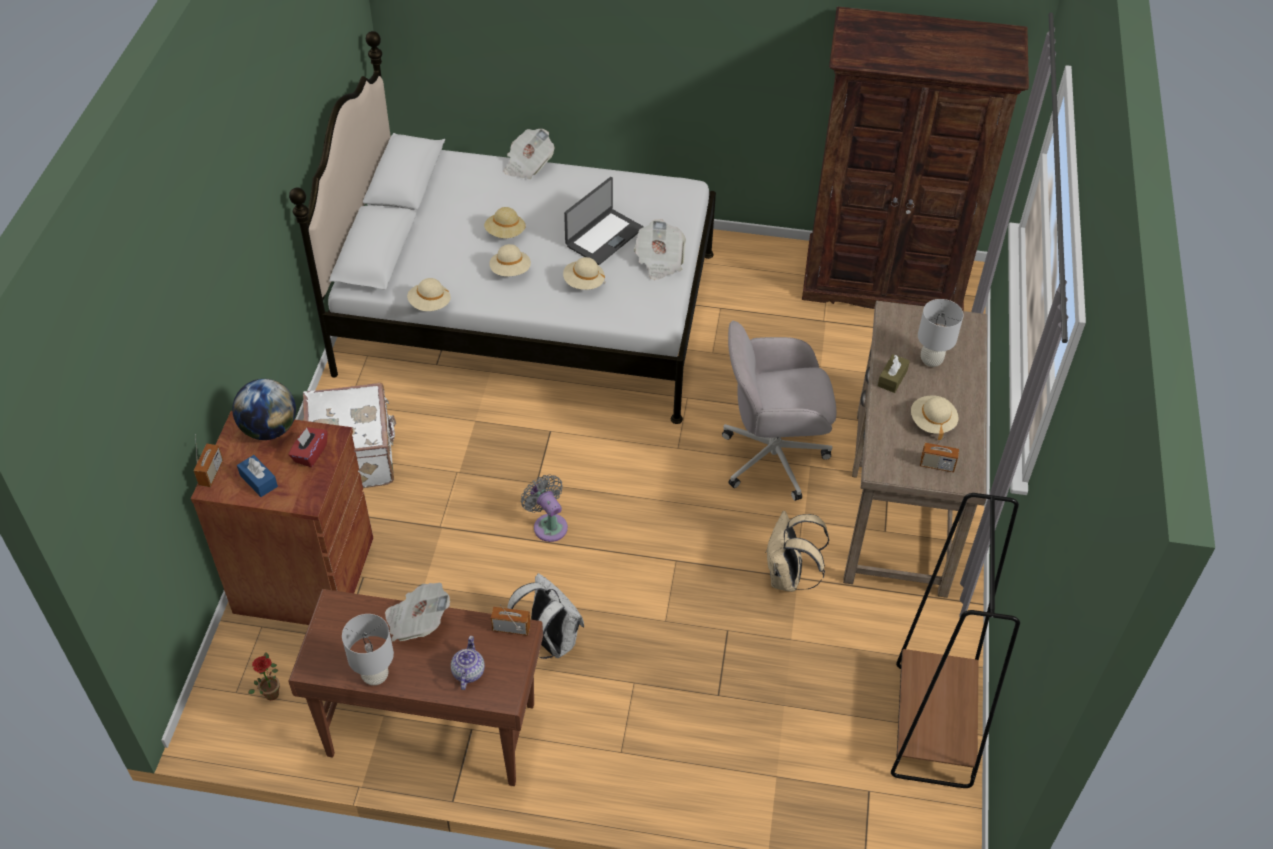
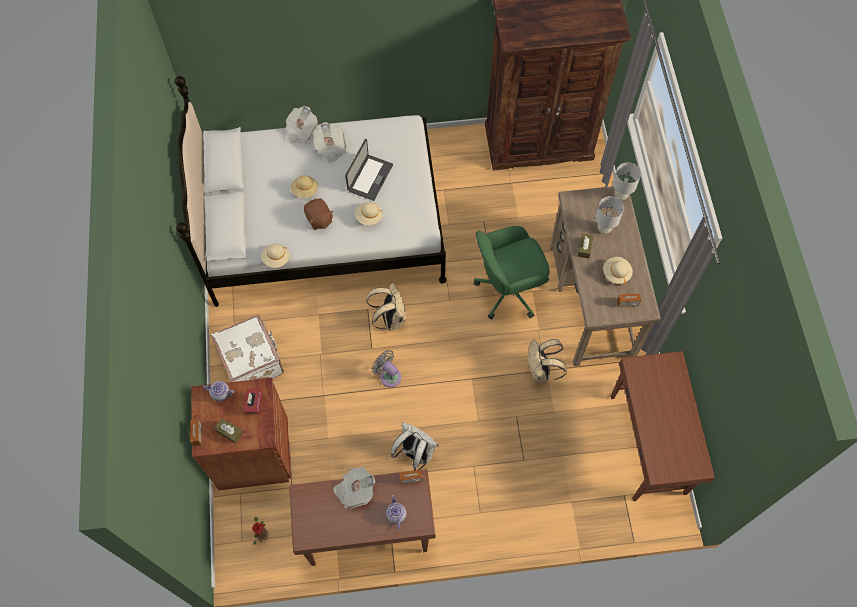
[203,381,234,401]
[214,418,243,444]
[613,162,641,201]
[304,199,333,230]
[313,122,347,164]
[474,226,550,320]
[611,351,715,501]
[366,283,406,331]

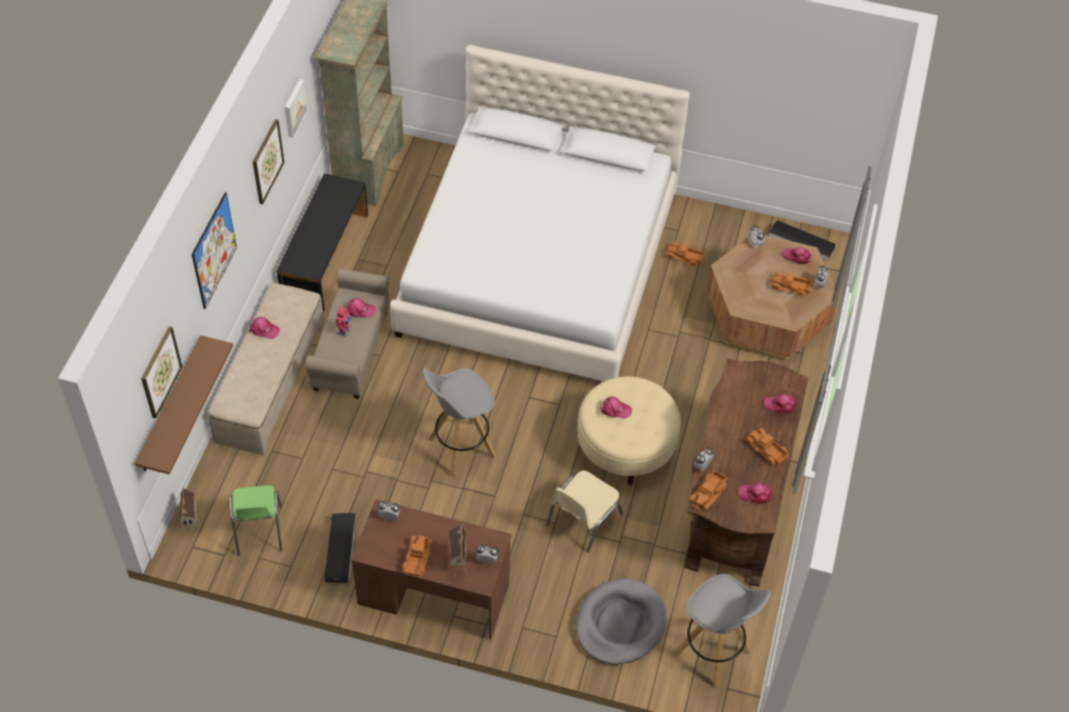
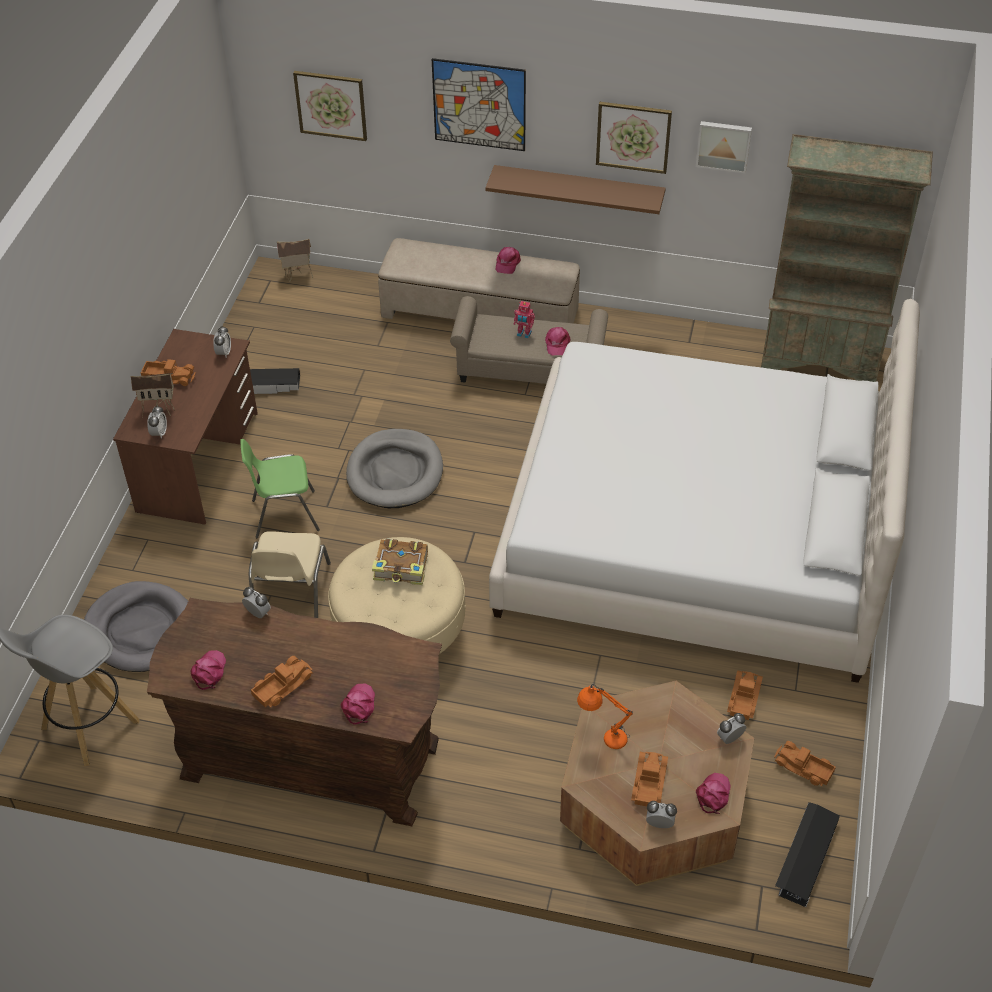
[485,165,666,214]
[241,439,320,538]
[276,173,368,313] (first image)
[346,429,443,508]
[249,531,331,618]
[372,539,428,585]
[774,741,836,786]
[577,684,633,749]

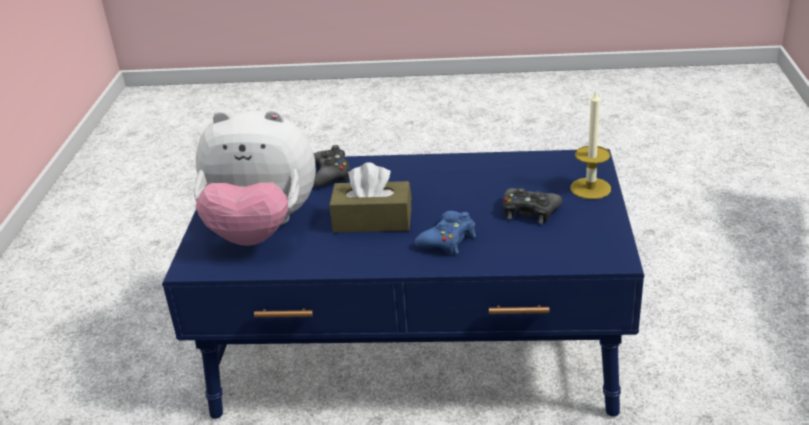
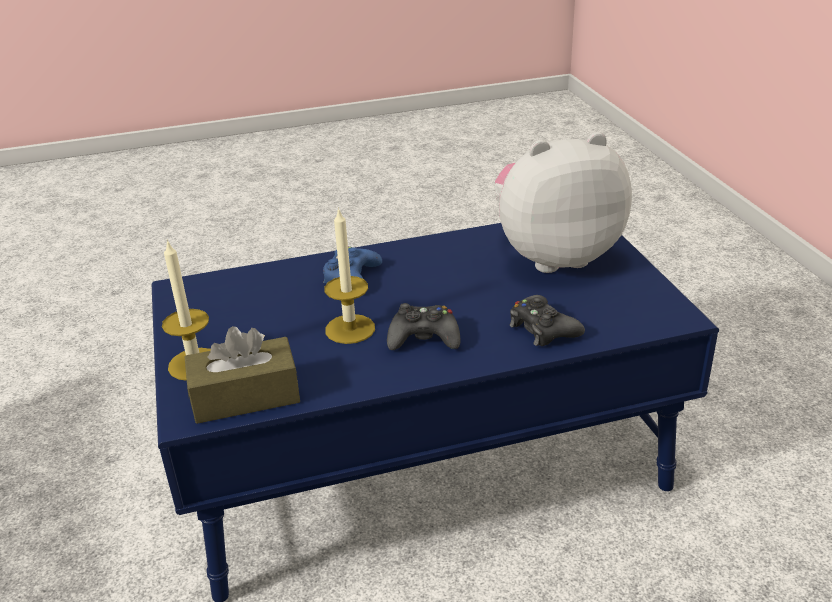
[185,326,300,424]
[387,303,460,350]
[325,207,375,344]

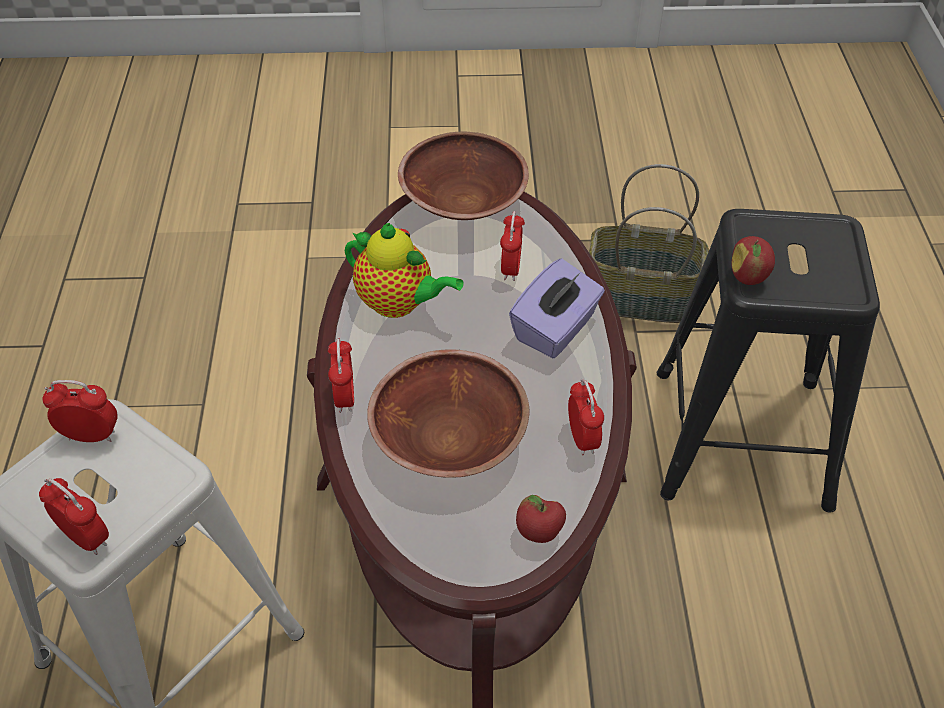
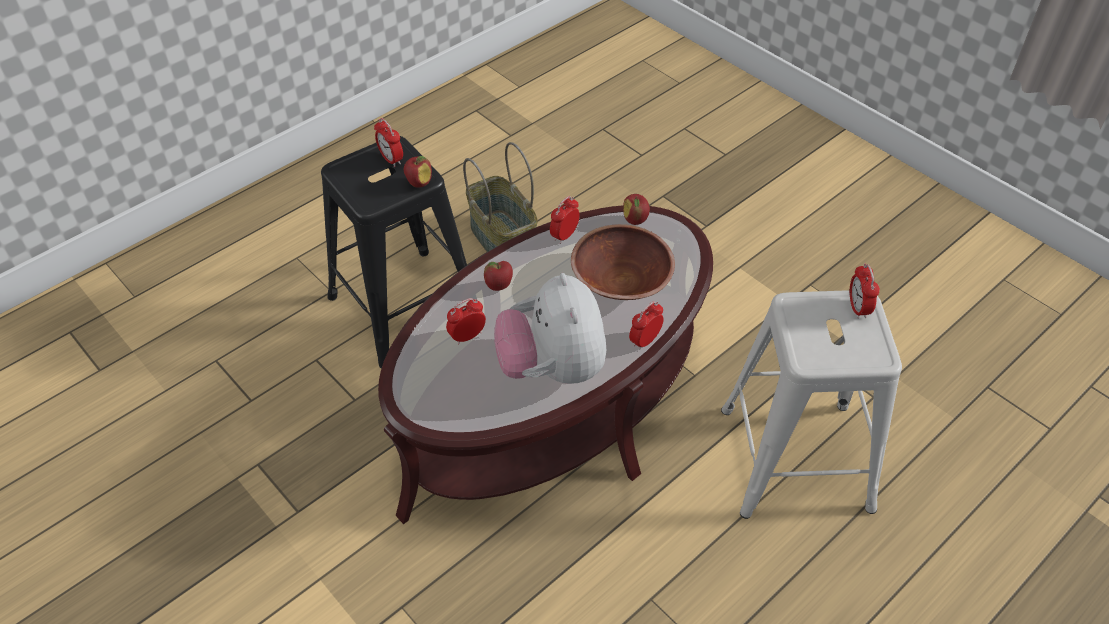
[374,118,403,167]
[494,273,606,384]
[398,131,529,220] (first image)
[484,261,513,291]
[463,142,538,252]

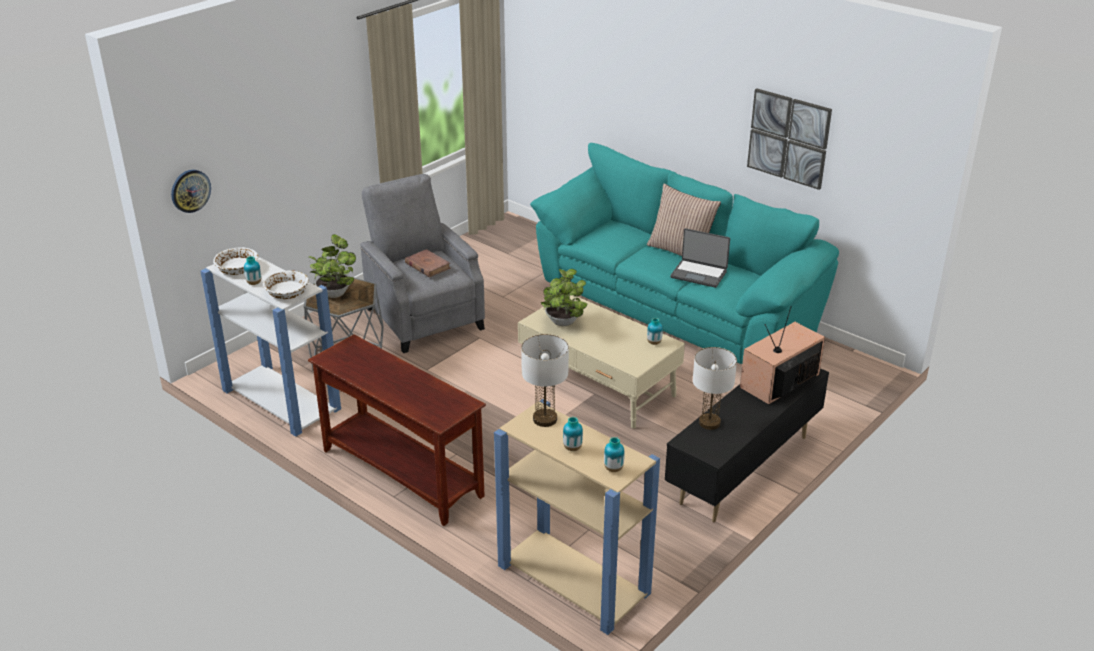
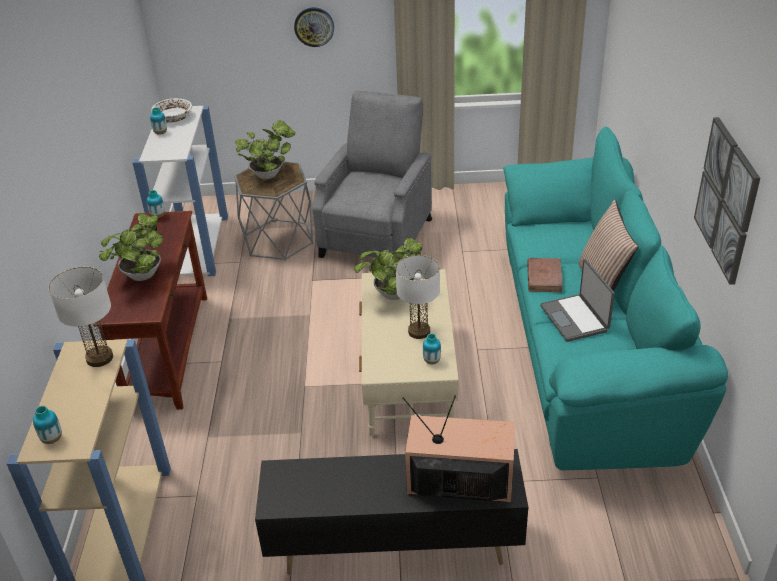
[294,7,334,47]
[263,271,309,299] (first image)
[527,258,563,292]
[147,190,165,218]
[396,255,440,339]
[99,213,163,281]

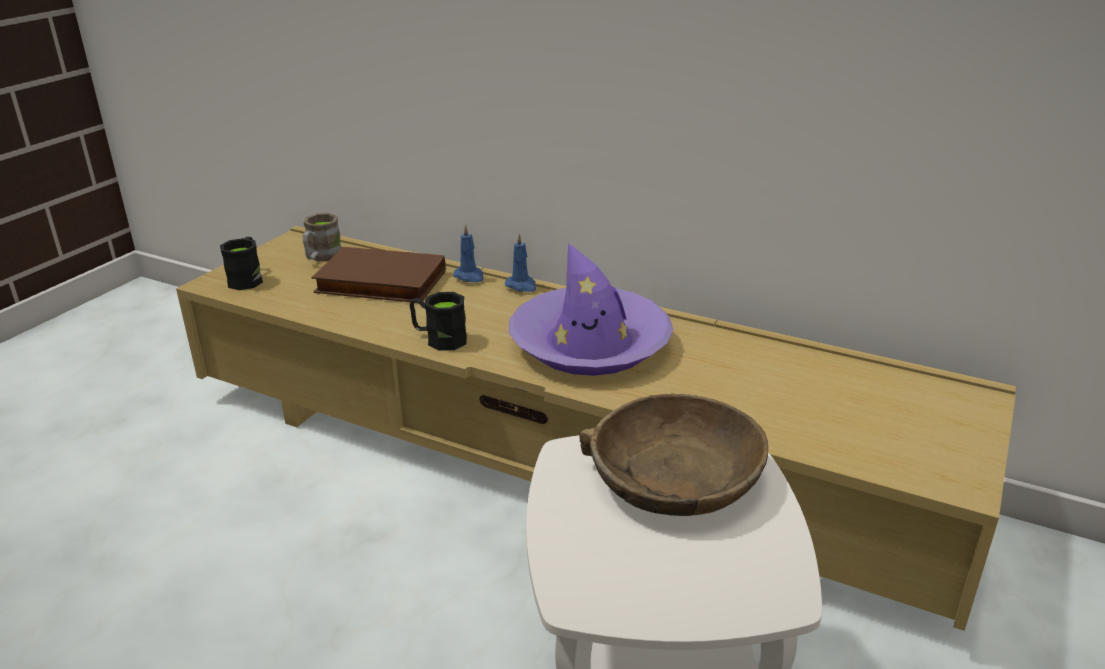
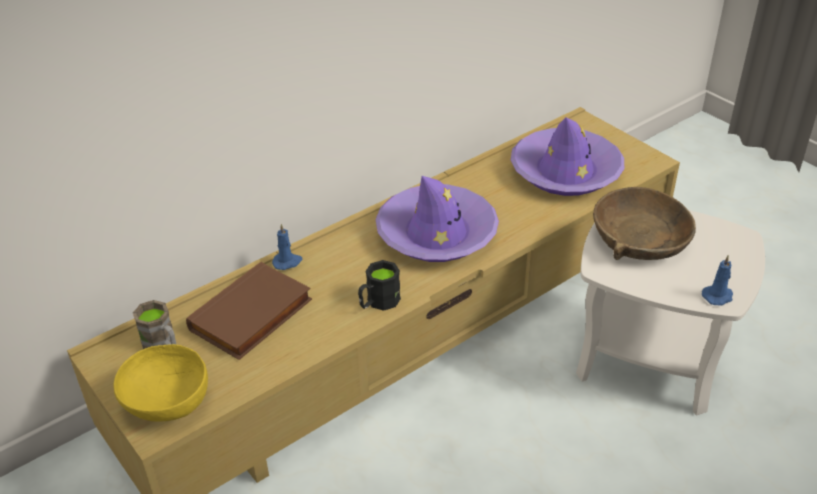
[113,344,208,422]
[702,255,733,306]
[511,117,624,196]

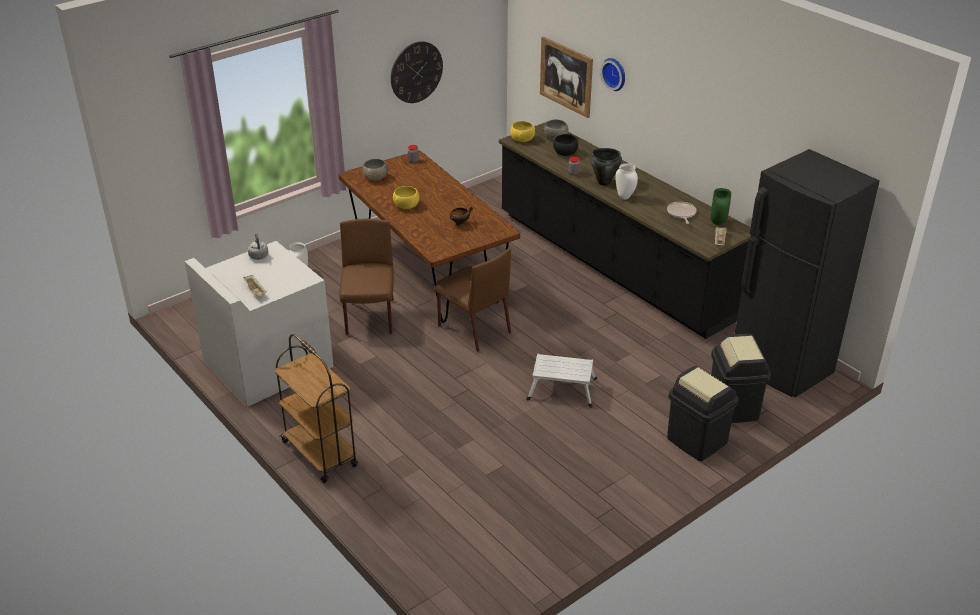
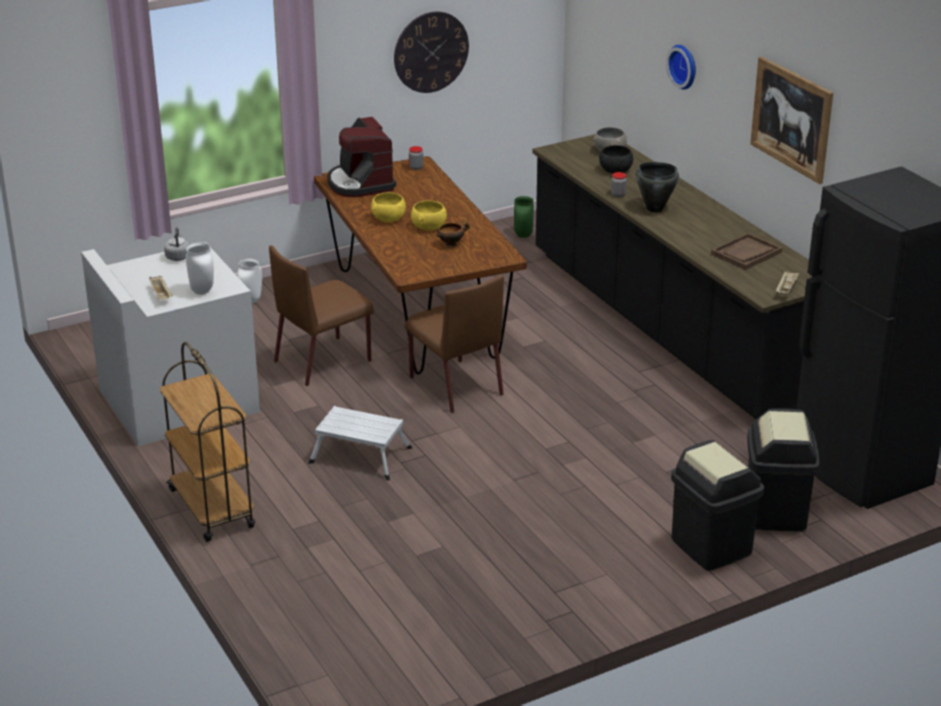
[269,245,374,386]
[327,117,396,197]
[411,201,447,230]
[308,406,412,481]
[750,56,833,184]
[186,243,214,295]
[711,233,782,270]
[514,196,534,238]

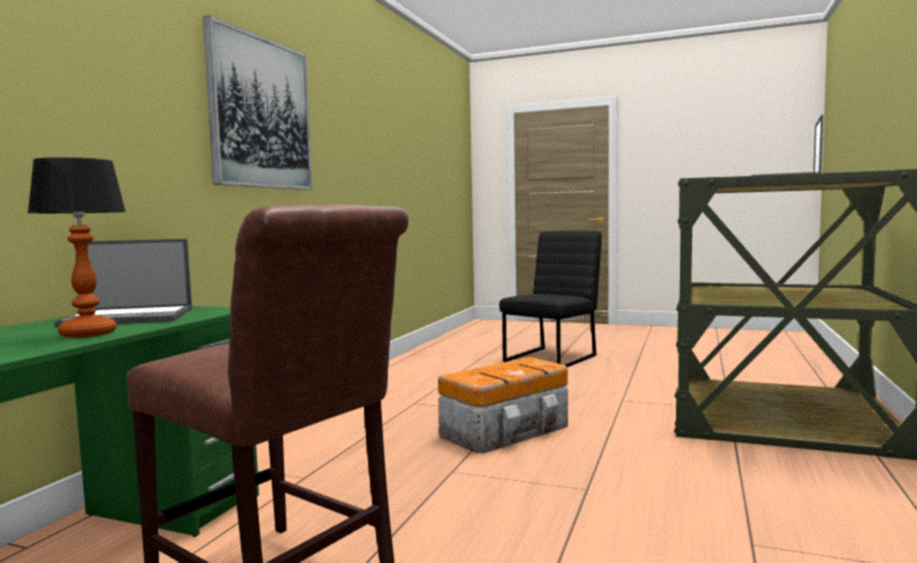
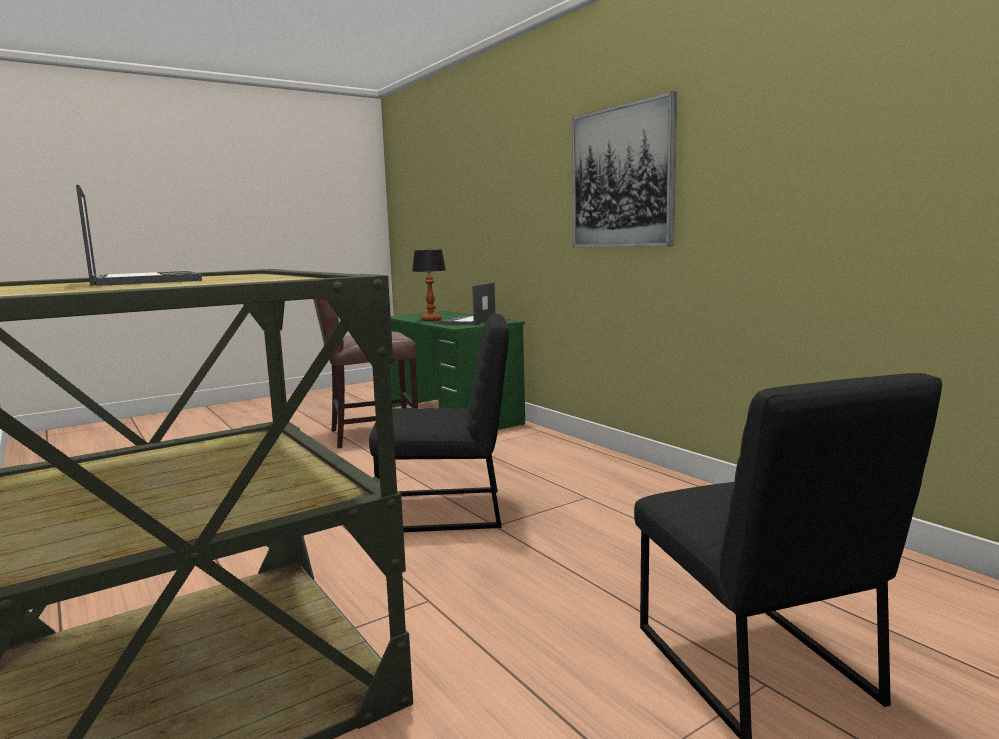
[369,313,509,532]

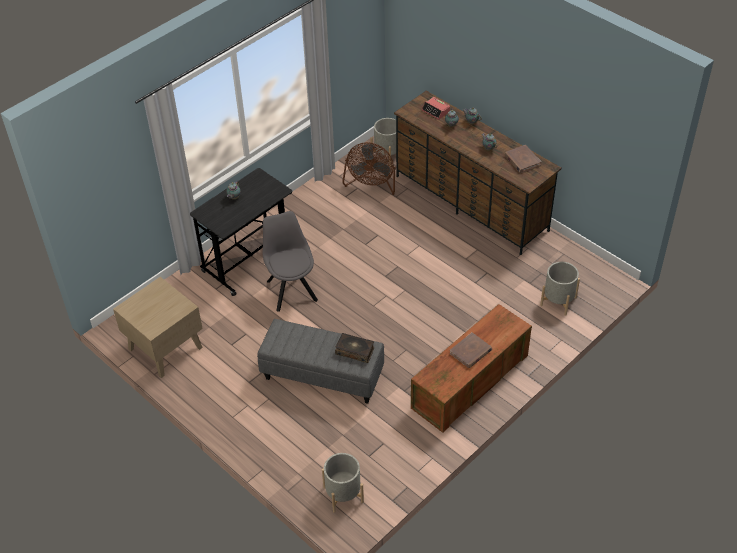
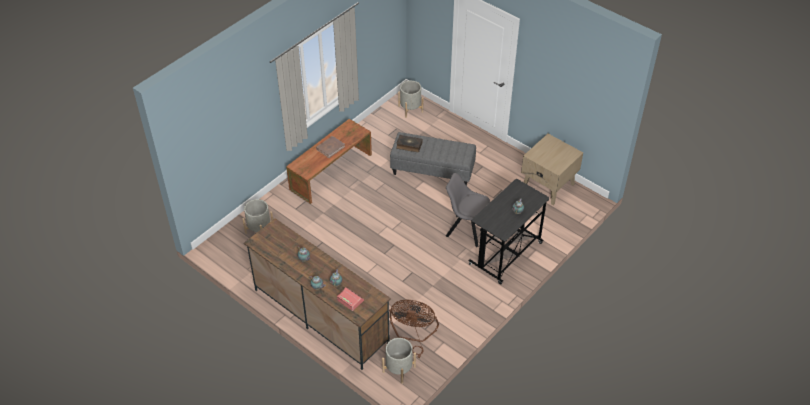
[446,173,490,247]
[505,145,541,173] (first image)

